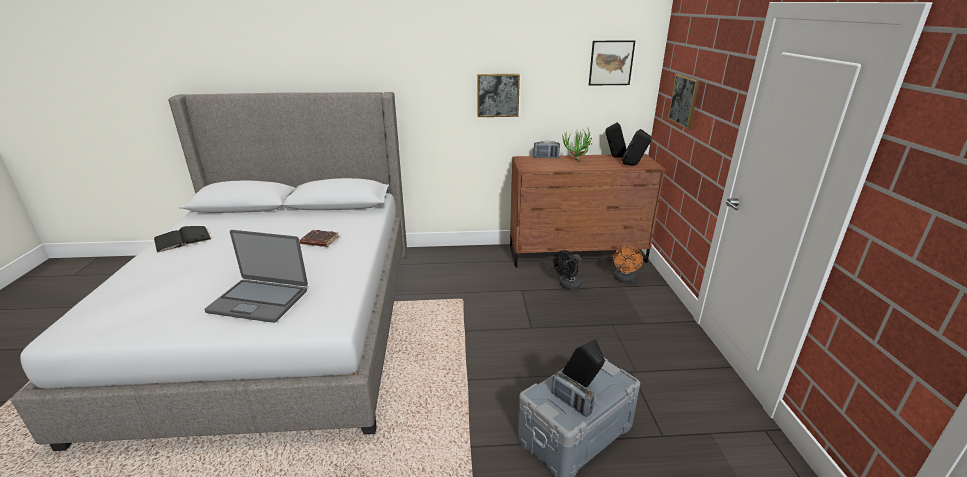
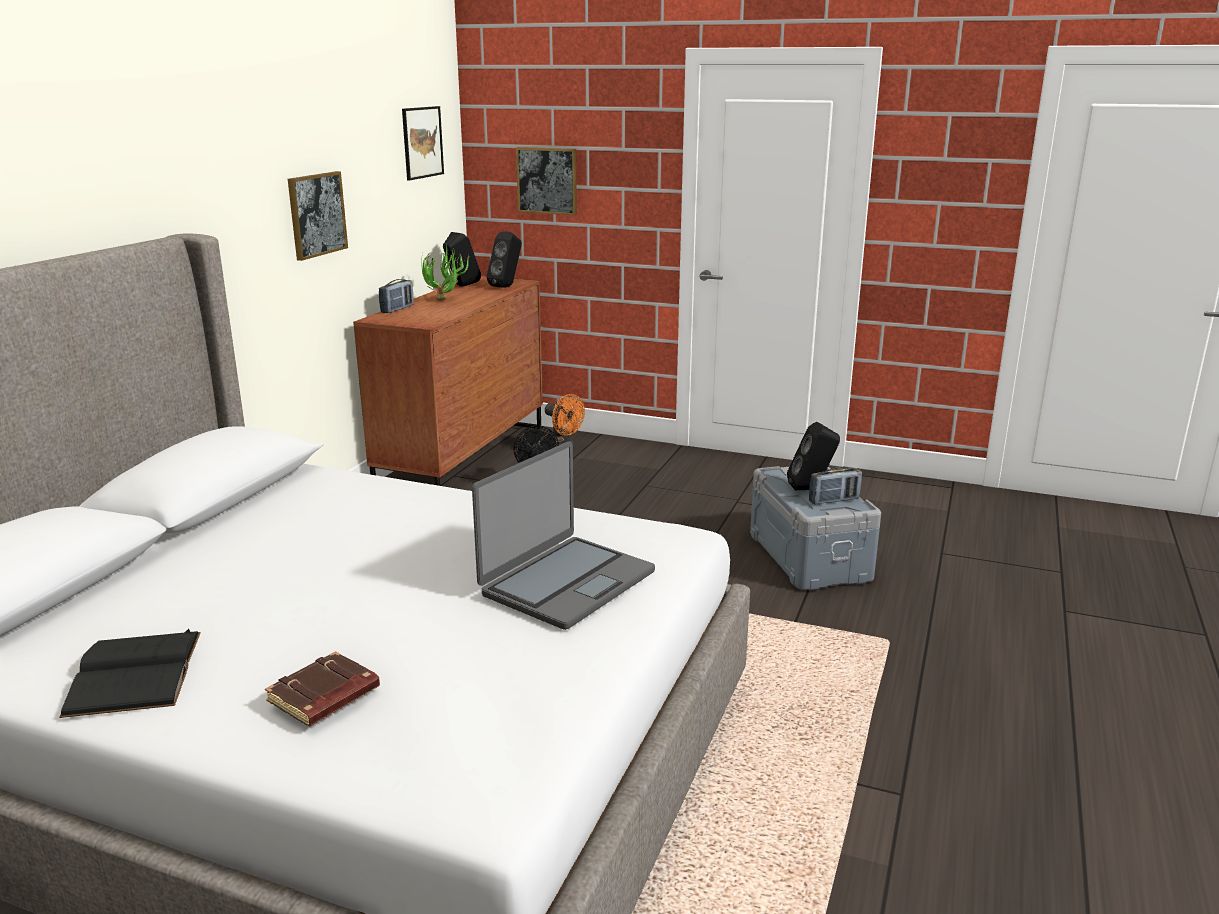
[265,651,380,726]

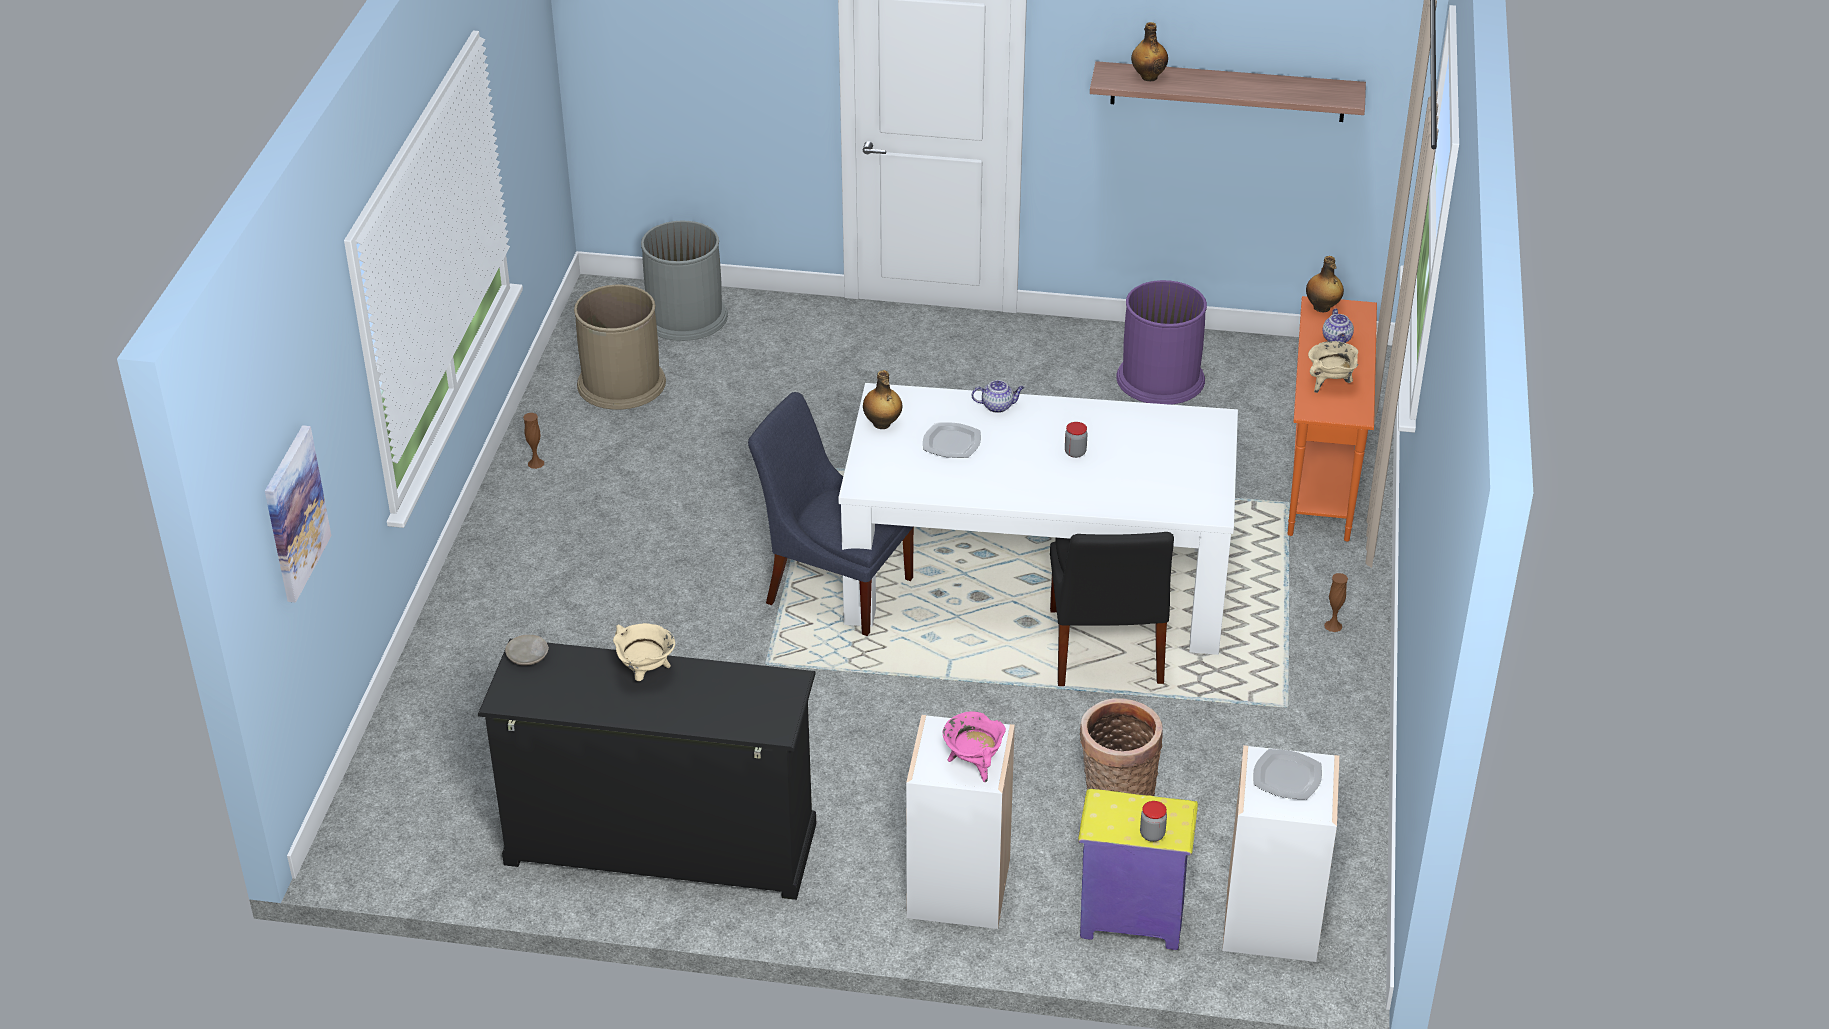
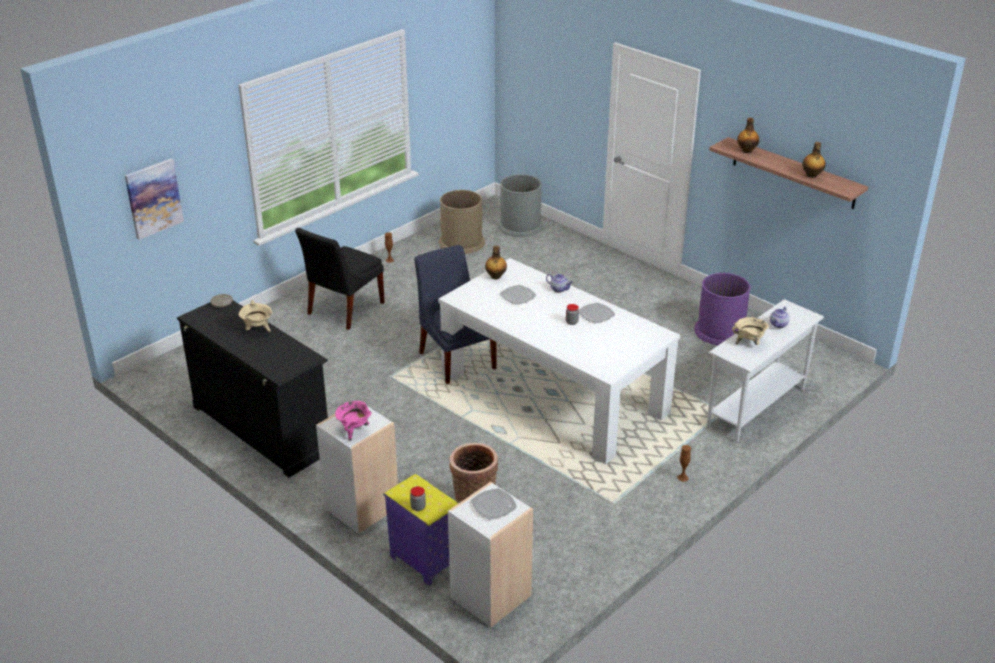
[295,228,385,330]
[707,299,824,443]
[802,142,826,178]
[579,303,615,323]

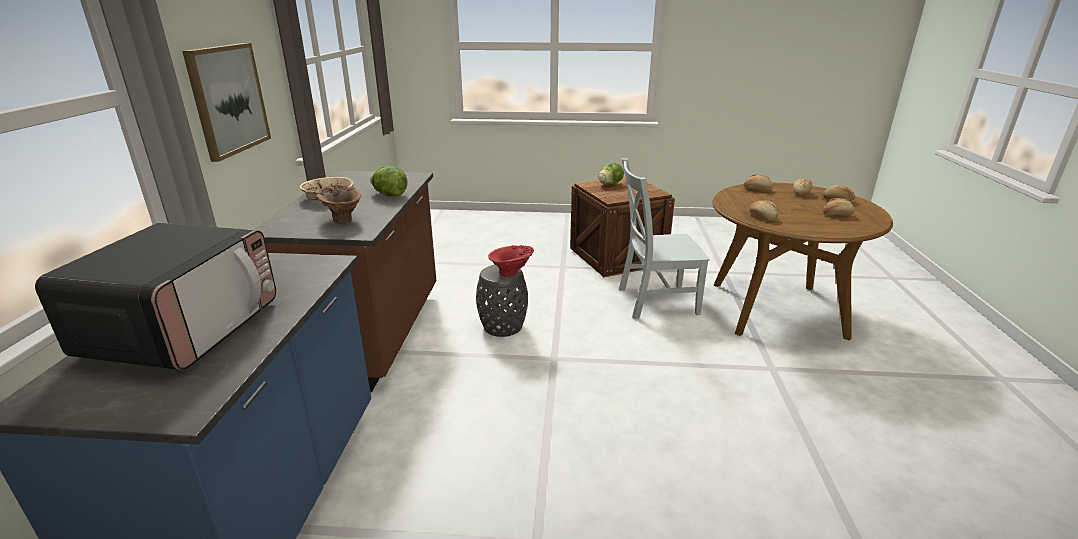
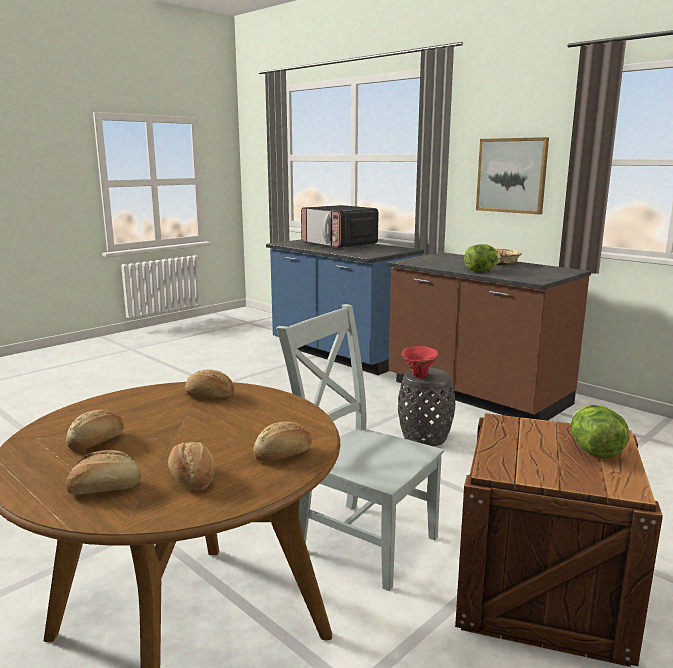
[317,185,361,224] (first image)
[276,304,444,591]

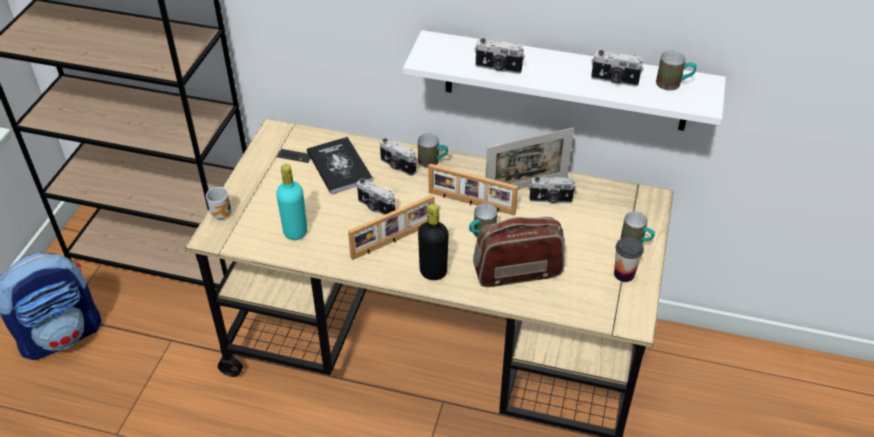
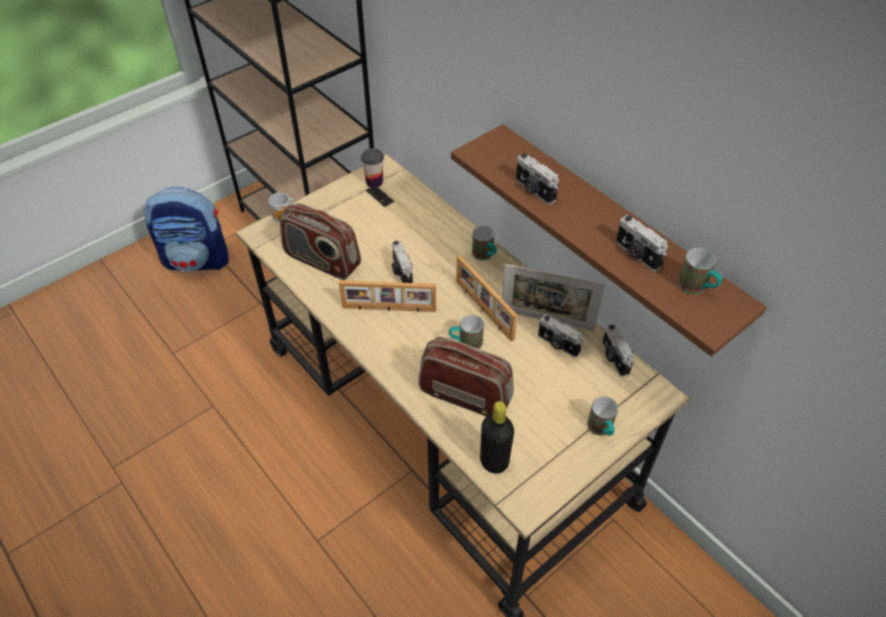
[280,203,361,280]
[307,137,373,194] (first image)
[602,324,634,377]
[451,124,767,357]
[480,401,514,474]
[361,148,384,188]

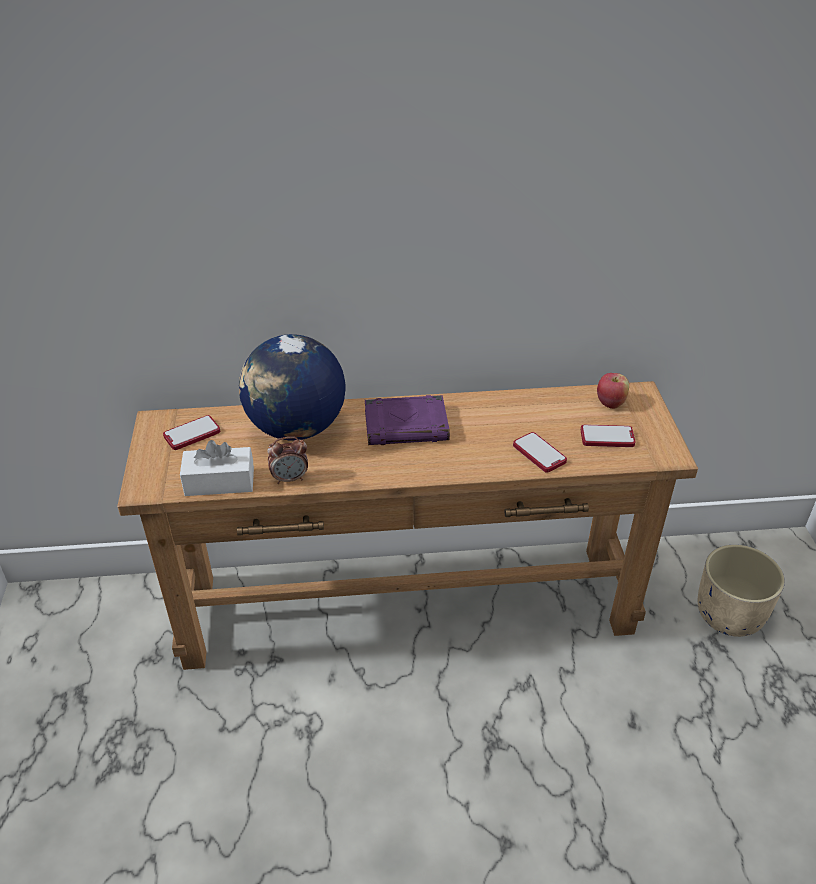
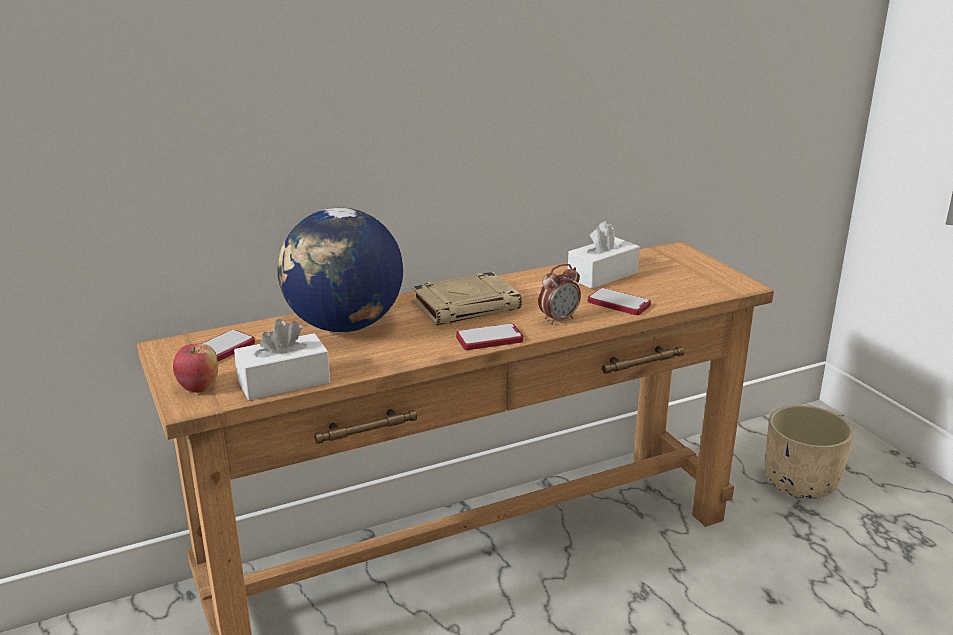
[538,264,581,325]
[412,272,522,325]
[456,323,523,350]
[173,343,218,393]
[568,221,640,289]

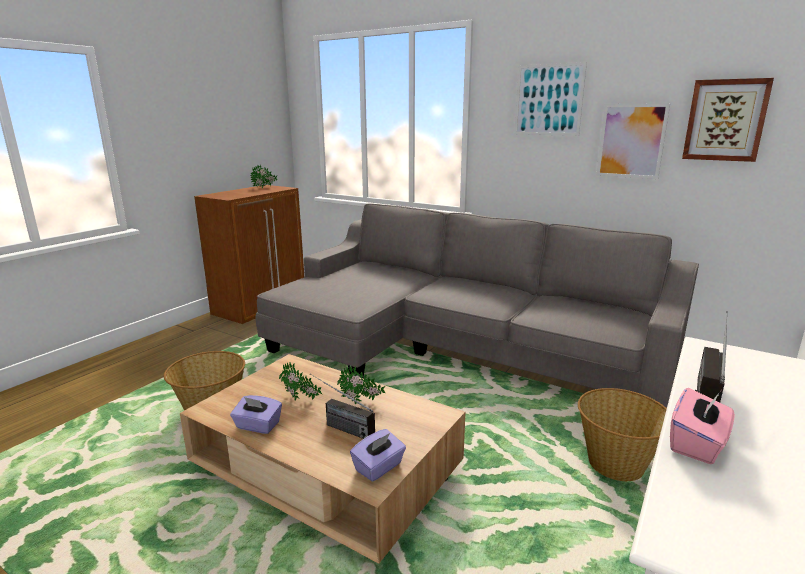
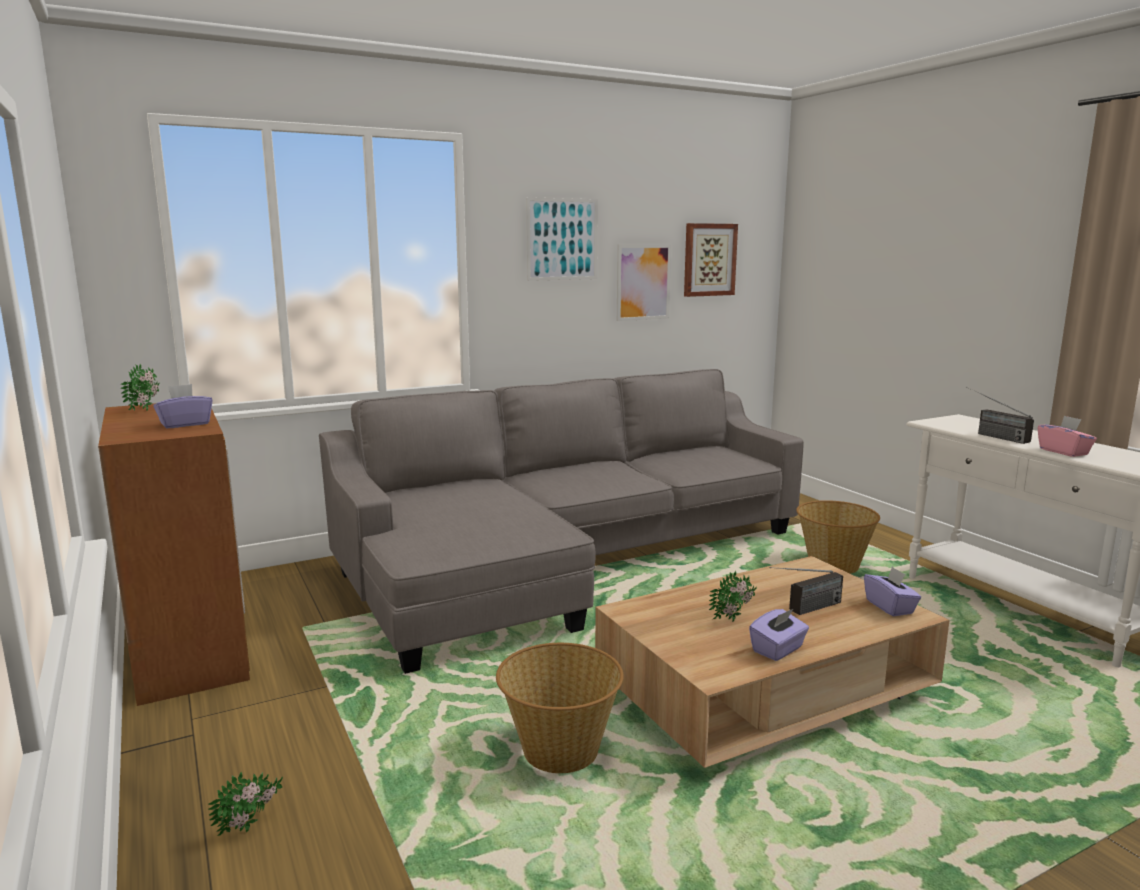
[208,772,283,836]
[153,384,213,428]

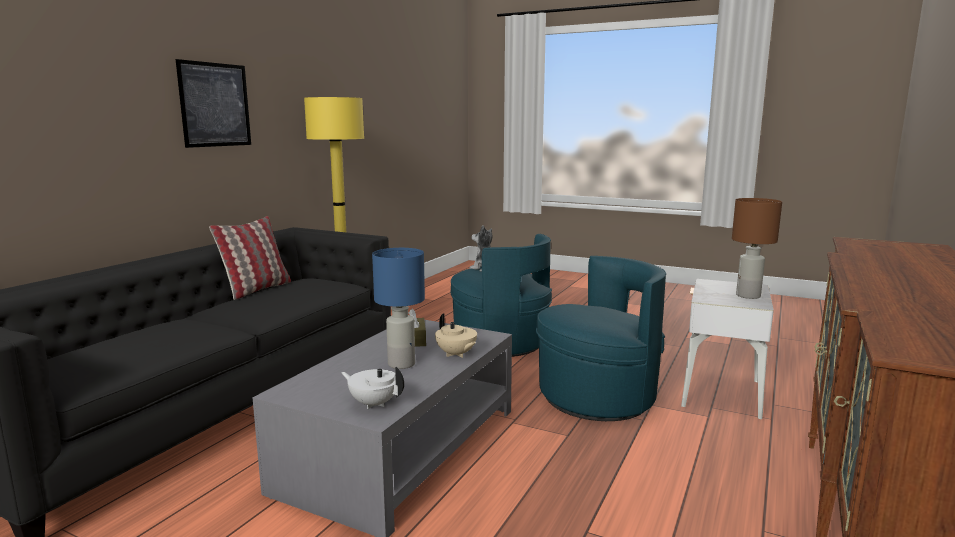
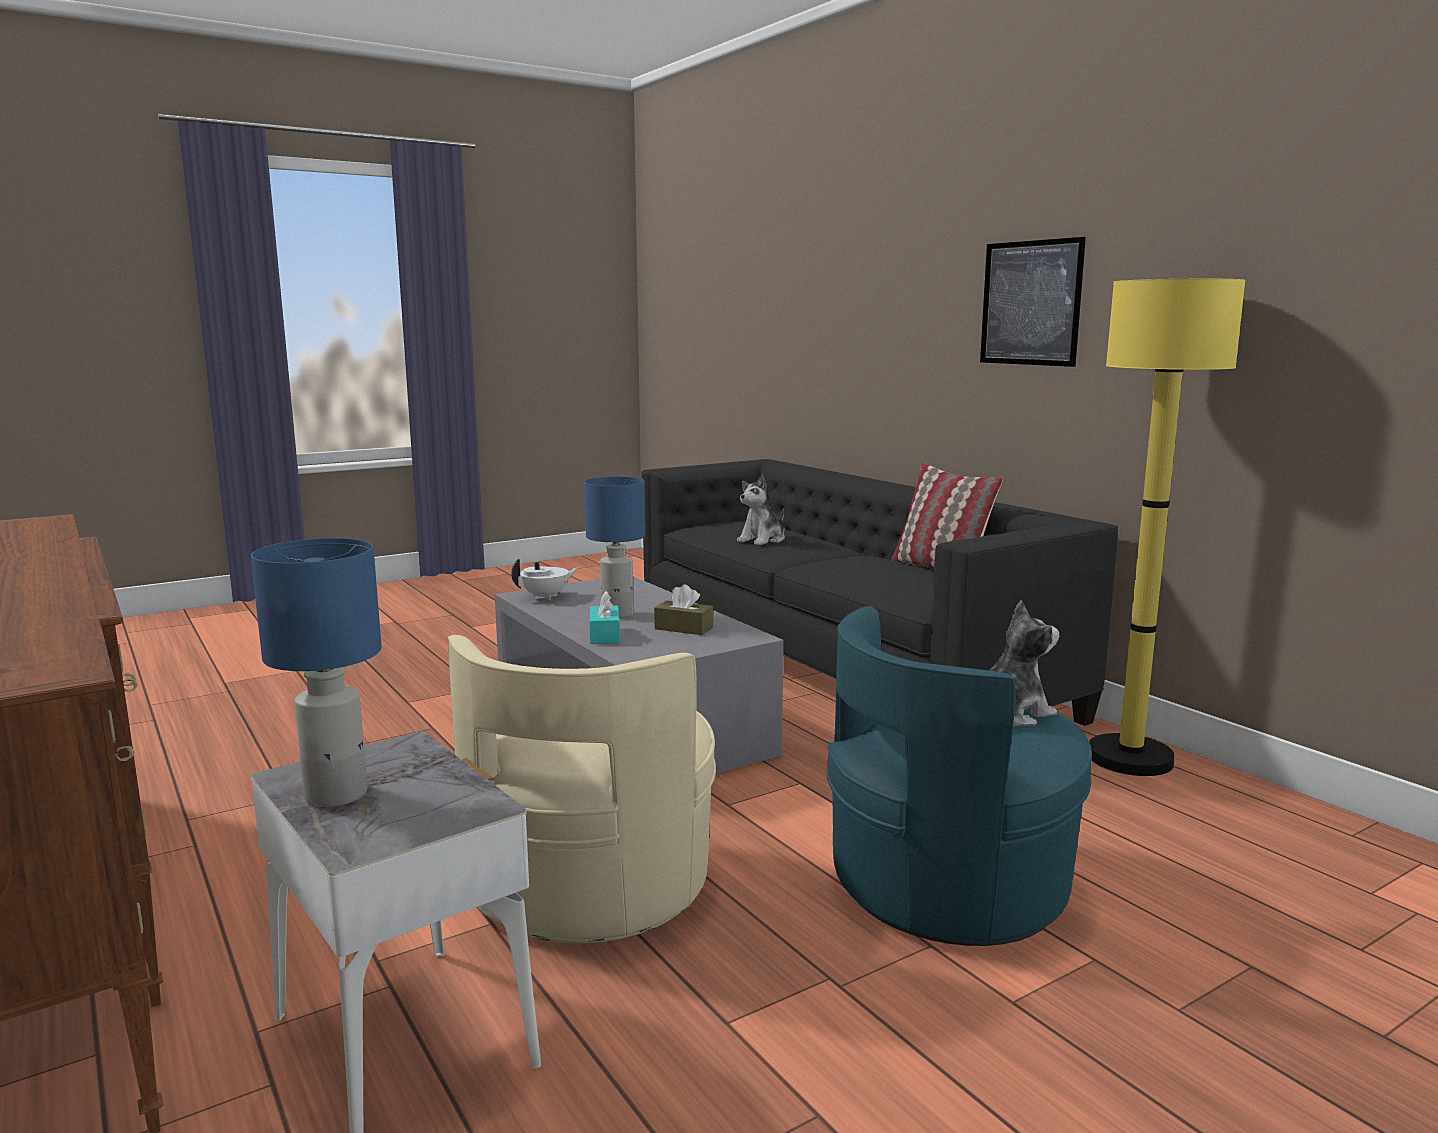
[590,591,620,644]
[448,635,716,944]
[251,538,382,807]
[737,474,785,545]

